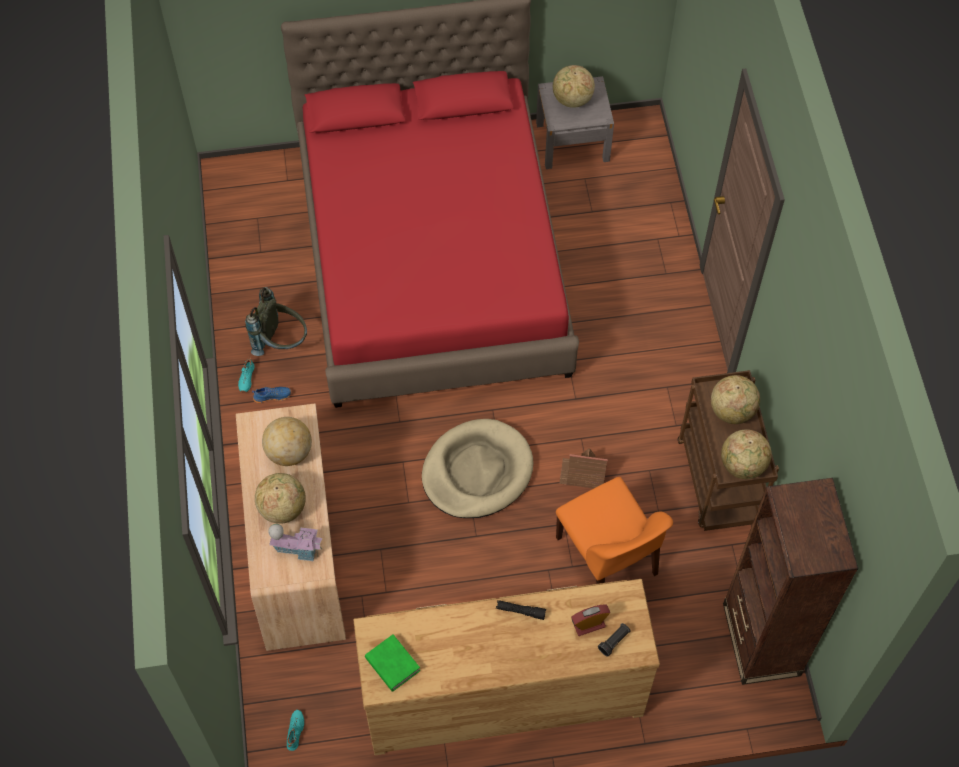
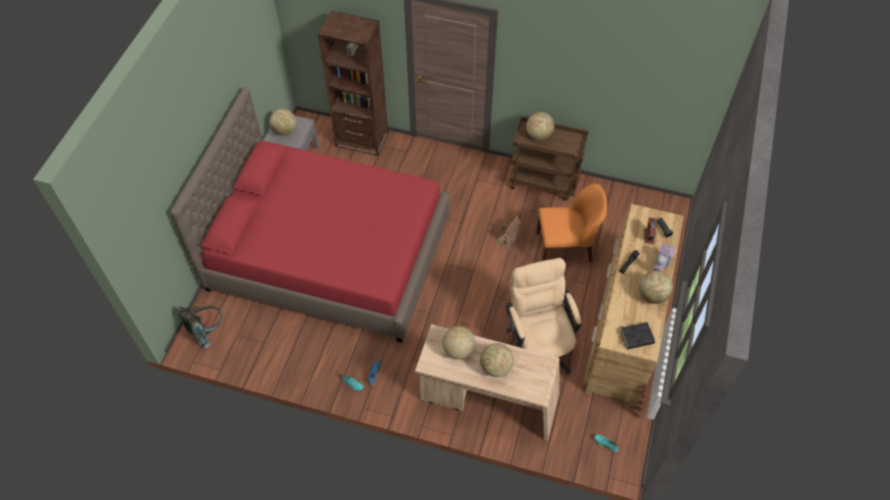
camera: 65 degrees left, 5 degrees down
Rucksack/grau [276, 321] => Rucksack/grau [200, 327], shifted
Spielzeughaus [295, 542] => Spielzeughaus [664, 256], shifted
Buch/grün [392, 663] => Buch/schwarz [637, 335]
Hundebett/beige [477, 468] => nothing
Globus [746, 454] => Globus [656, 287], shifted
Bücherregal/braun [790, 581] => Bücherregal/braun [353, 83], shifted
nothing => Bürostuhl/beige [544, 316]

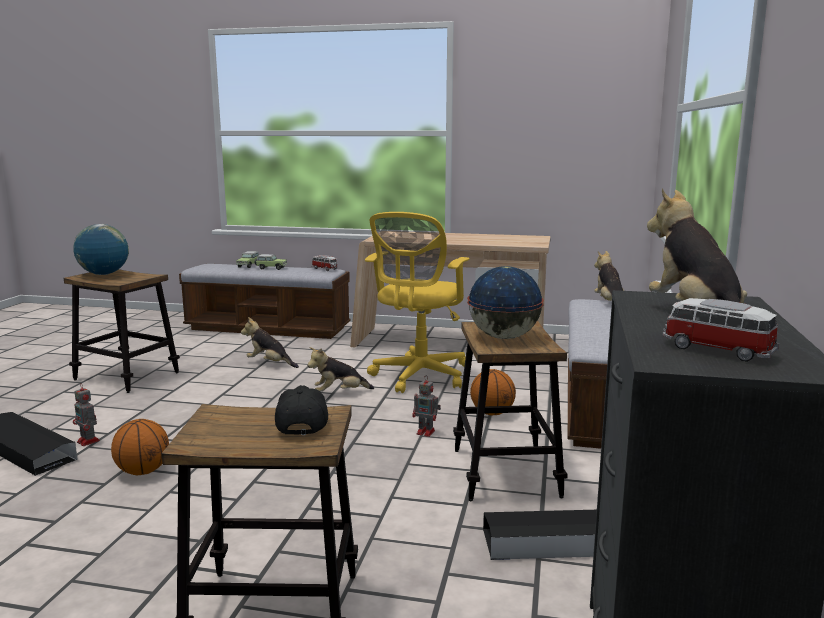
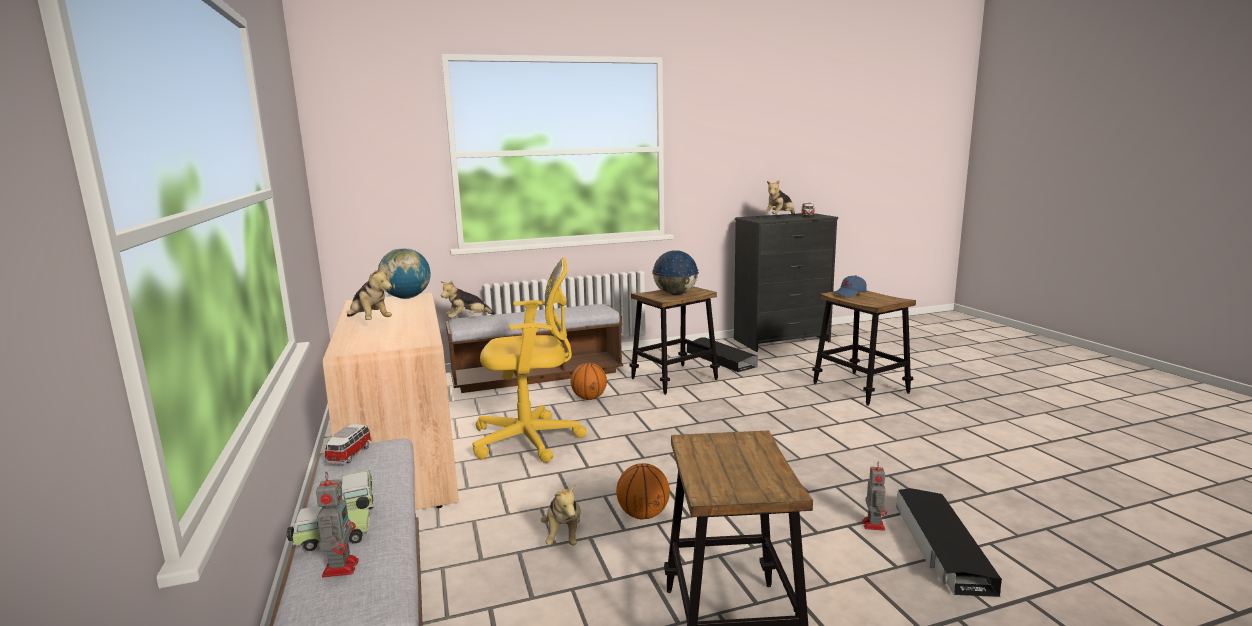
camera: 120 degrees left, 0 degrees up
Globus [101, 249] => Globus [404, 273], shifted
Basketball [140, 447] => Basketball [643, 491], shifted
Kappe/schwarz [301, 410] => Kappe/blau [850, 286]
Plüschtier [340, 369] => Plüschtier [369, 293], shifted
Spielzeugroboter [426, 406] => Spielzeugroboter [337, 525], shifted

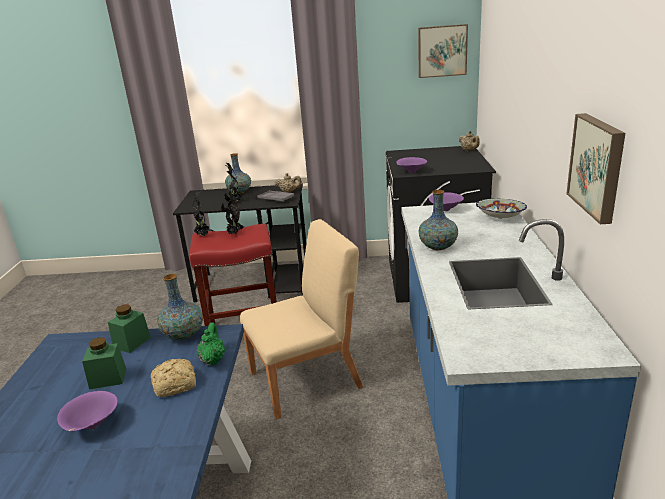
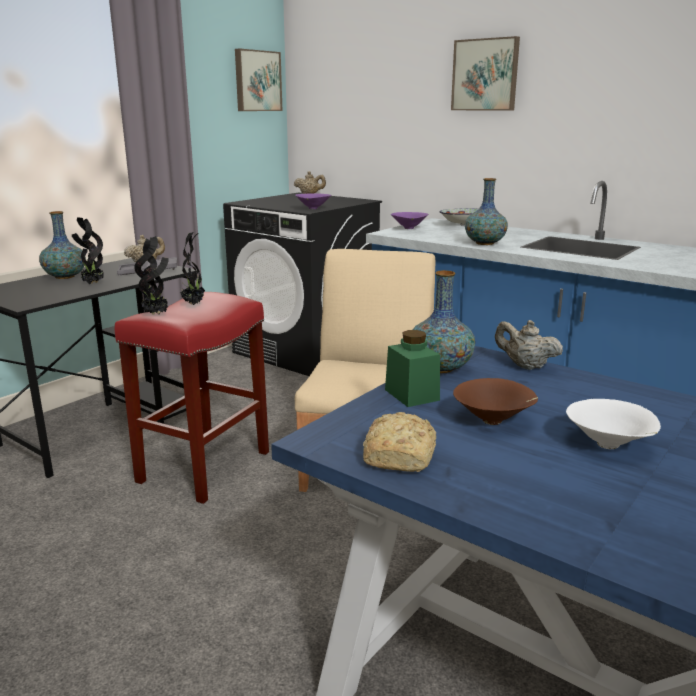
camera: 55 degrees left, 5 degrees down
Schüssel/lila [87, 411] => Schüssel/weiß [613, 424]
Vorratsglas/grün [104, 363] => Schüssel/braun [495, 401]
Brot [173, 378] => Brot [399, 442], shifted
Teekanne/grün [210, 344] => Teekanne/beige [529, 345]
Bild [595, 168] => Bild [485, 73], shifted

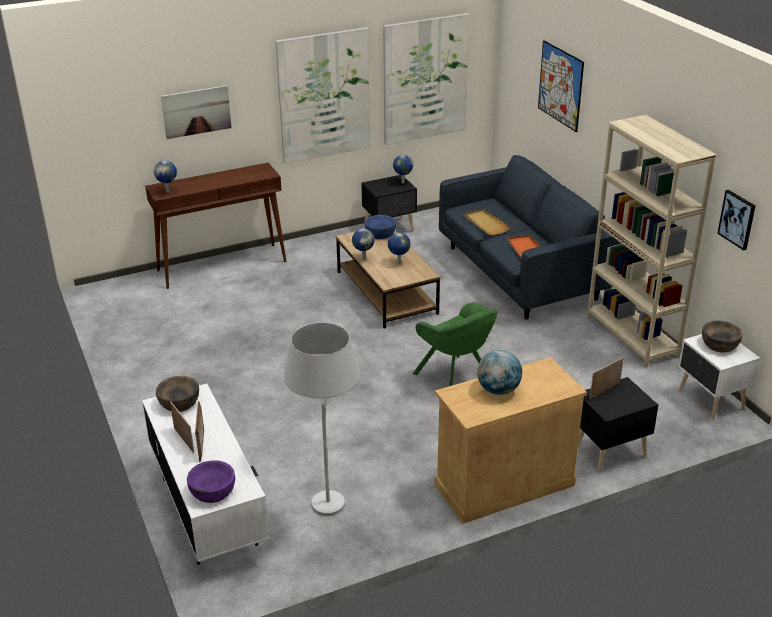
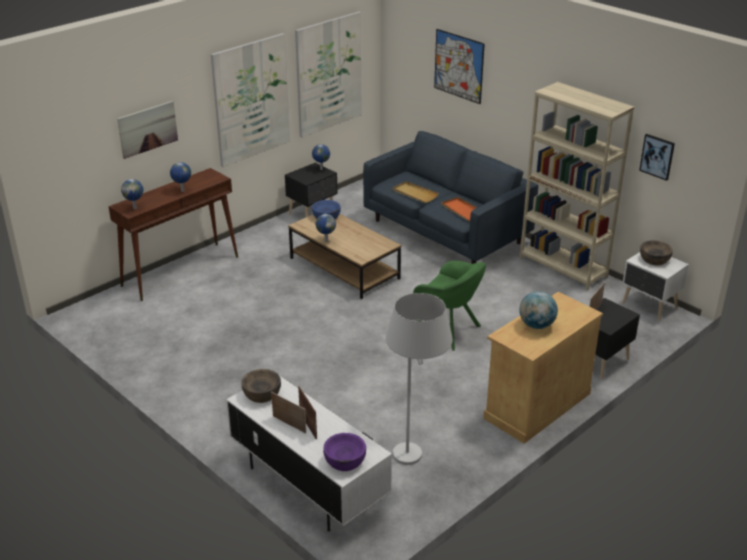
camera: 20 degrees left, 0 degrees up
Globus [399, 248] => Globus [180, 177], shifted

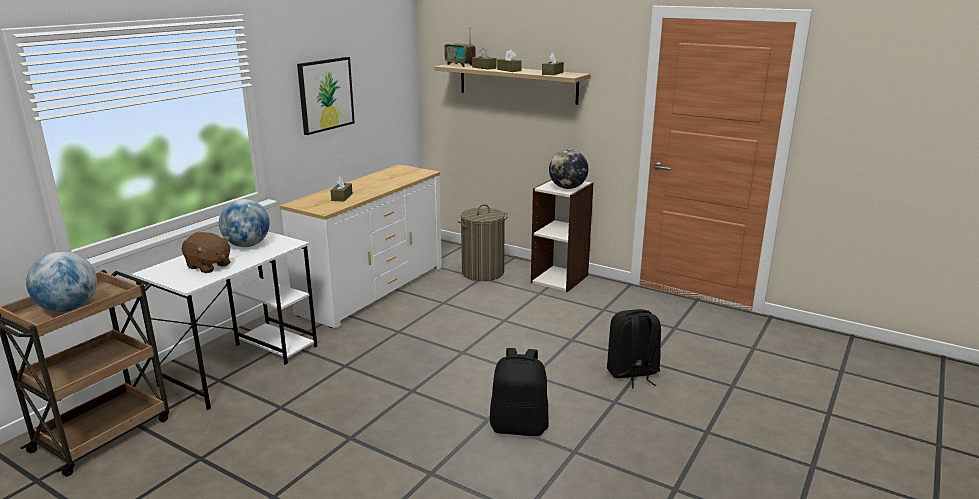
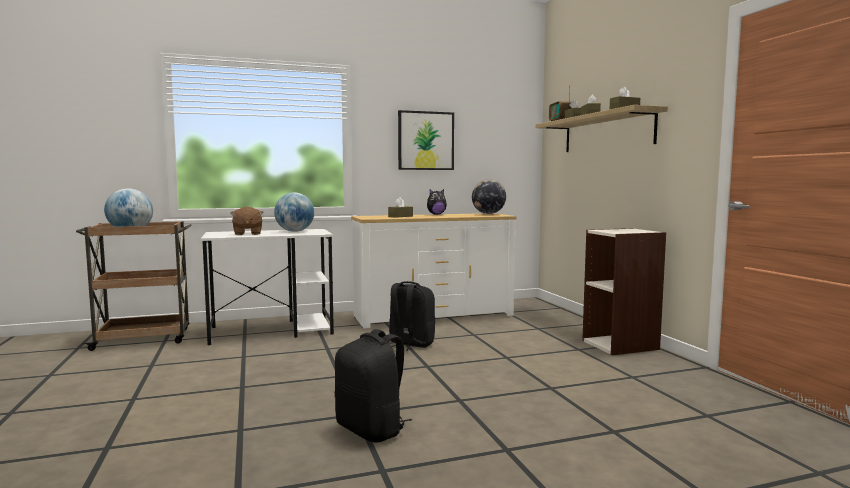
camera: 40 degrees right, 15 degrees down
Wäschekorb [483, 242] => nothing
Globus [568, 169] => Globus [489, 196], shifted
Rucksack/schwarz [634, 348] => Rucksack/schwarz [412, 316], shifted
nothing => Plüschtier [437, 202]

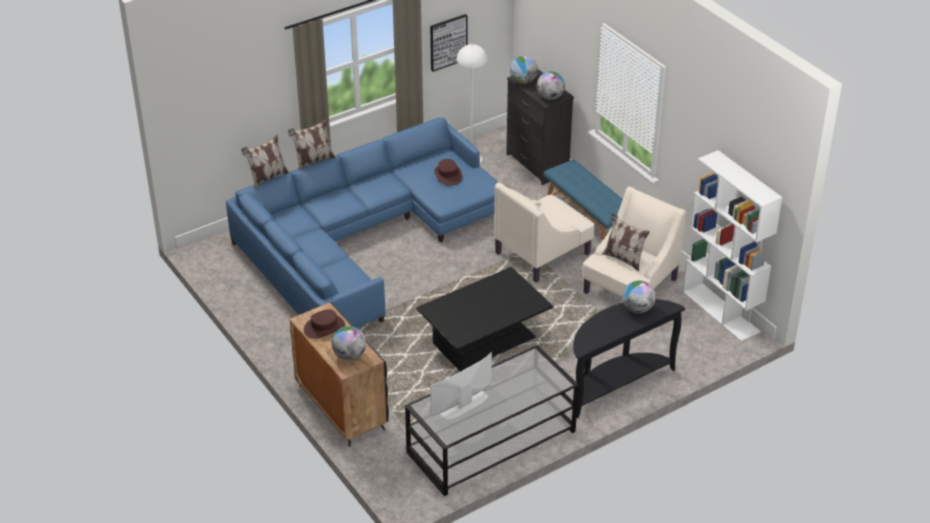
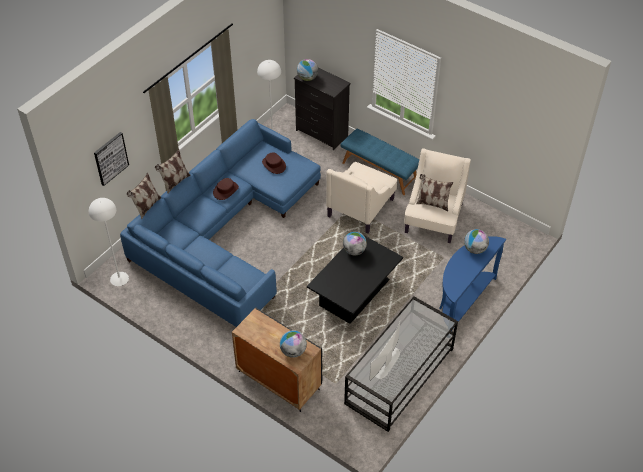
camera: 20 degrees left, 10 degrees up
Hut/braun [324, 324] => Hut/braun [226, 189], shifted
Bild [448, 43] => Bild [111, 159], shifted
Globus [551, 85] => Globus [355, 243], shifted
Konsolentisch/schwarz [629, 358] => Konsolentisch/blau [472, 283]
Bücherregal/weiß [732, 246] => nothing
nothing => Stehlampe/weiß [109, 242]

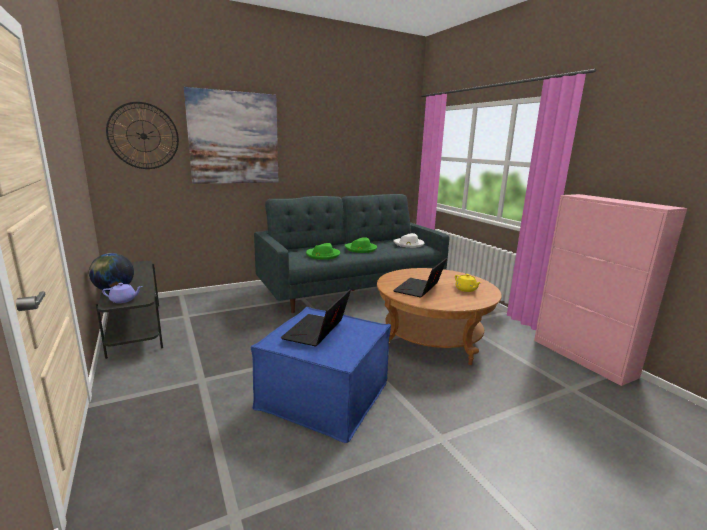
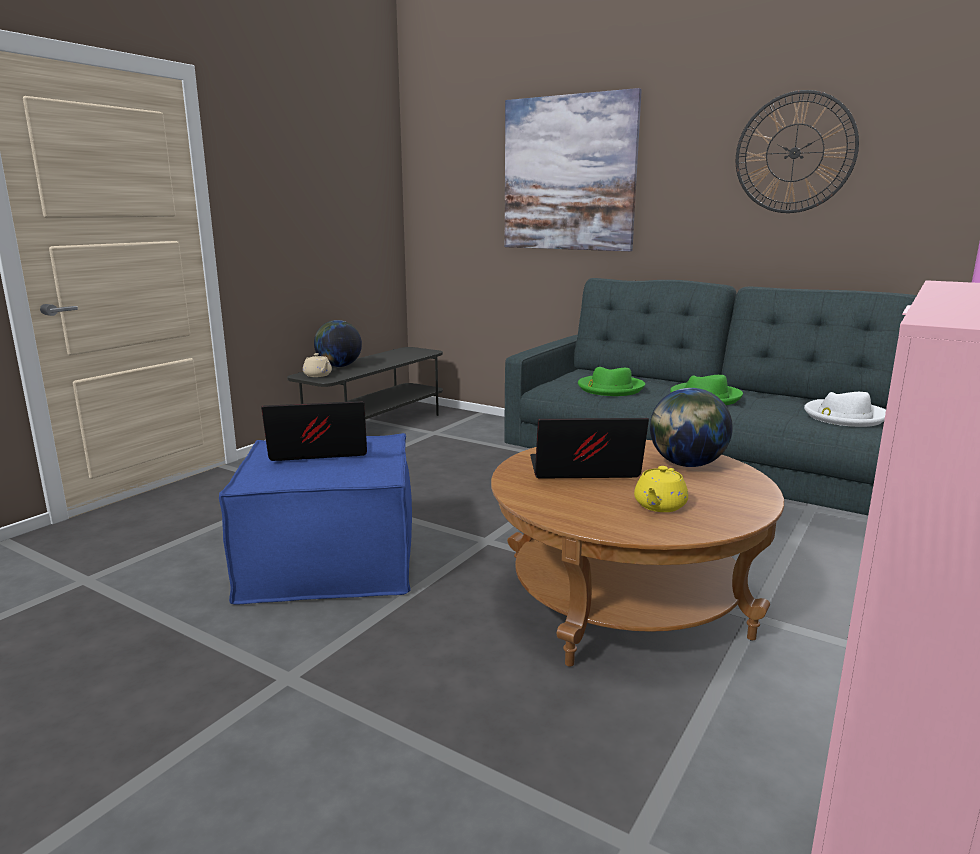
camera: 60 degrees right, 0 degrees up
Teekanne/lila [122, 293] => Teekanne/beige [317, 365]
Wanduhr [142, 135] => Wanduhr [797, 151], shifted
nothing => Globus [691, 427]

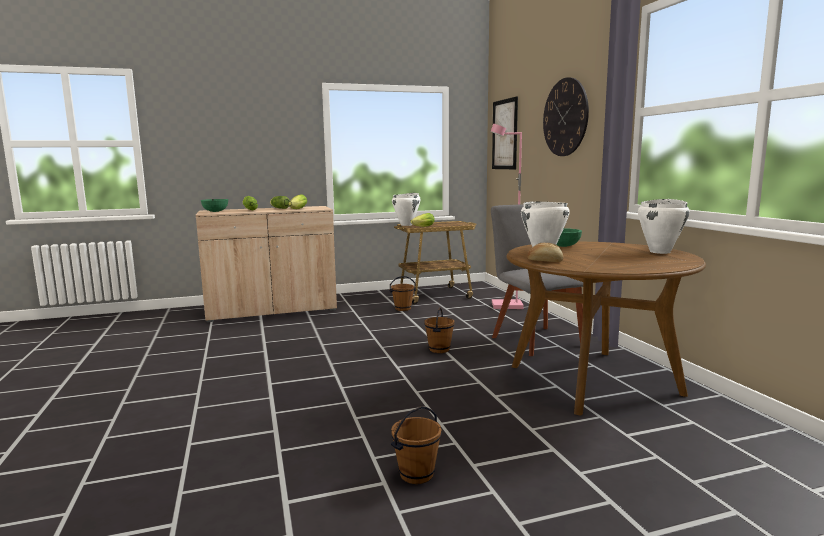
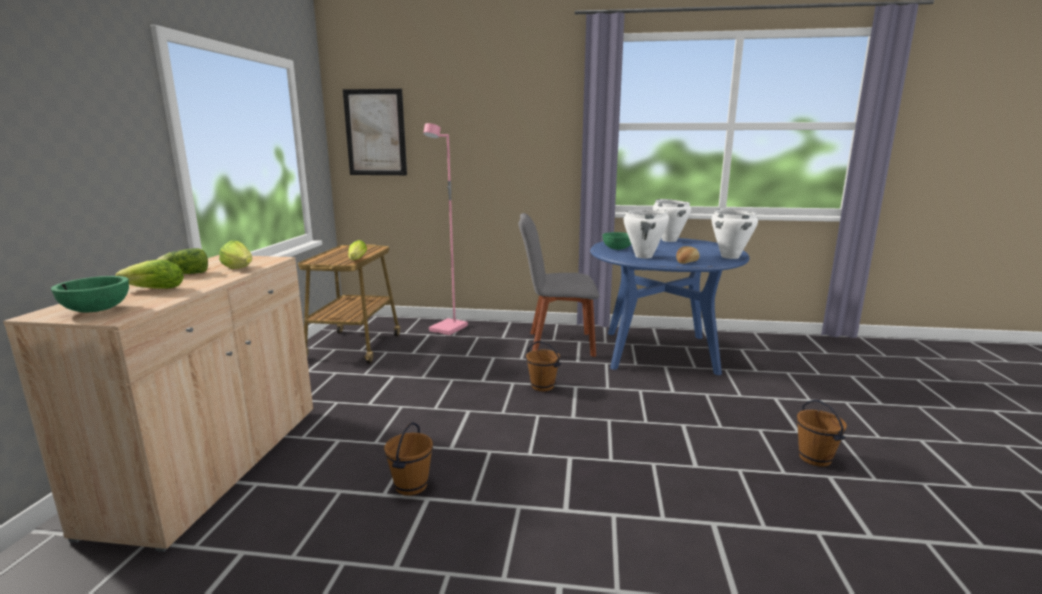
camera: 65 degrees left, 5 degrees up
Eimer/braun [402, 293] => Eimer/braun [408, 459], shifted
Kochtopf/weiß [406, 209] => Kochtopf/weiß [735, 233], shifted
Esstisch/braun [606, 329] => Esstisch/blau [670, 306]
Wanduhr [566, 116] => nothing

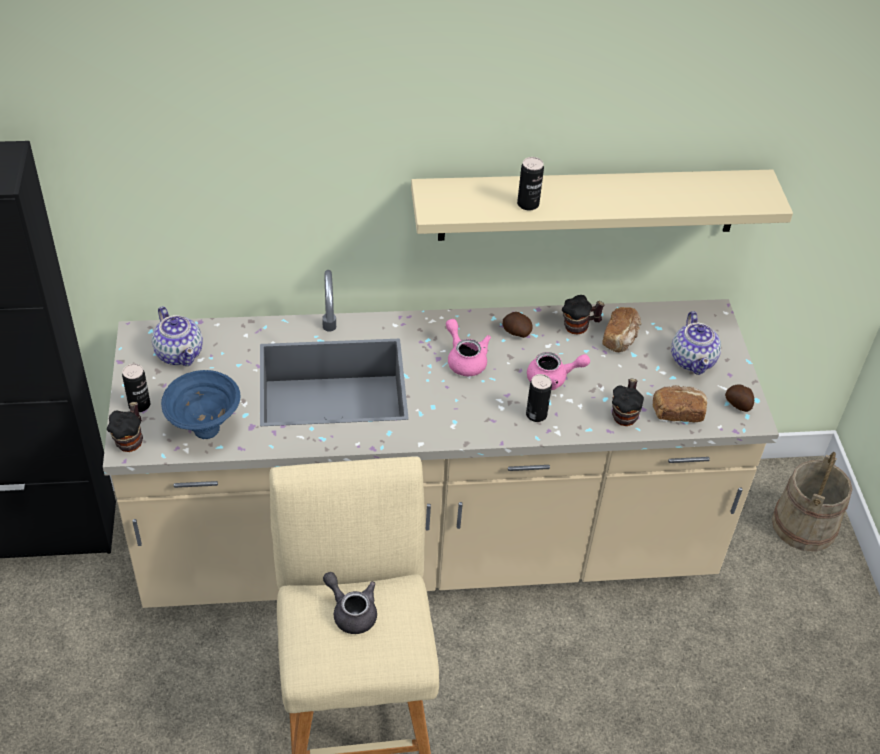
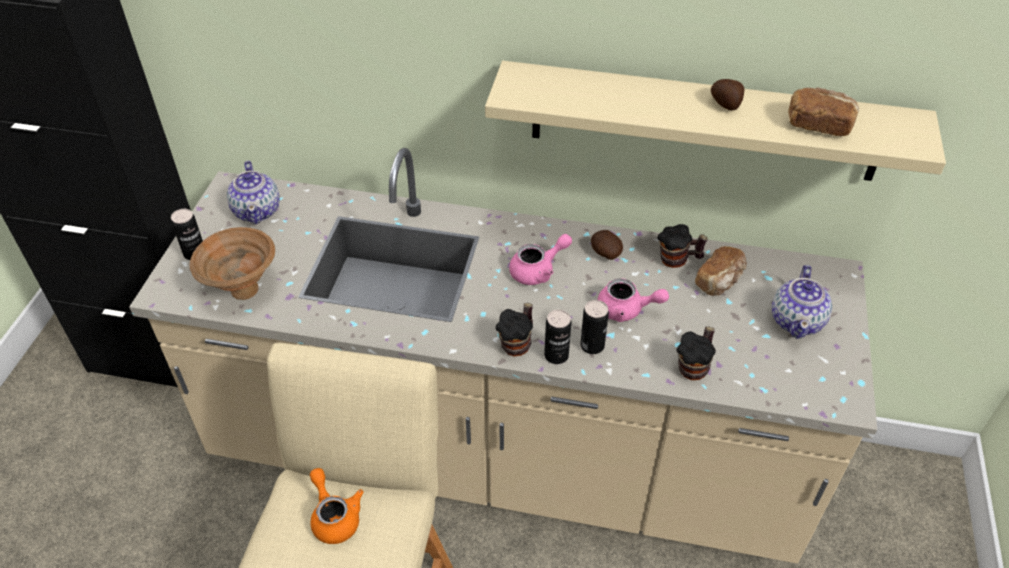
camera: 20 degrees right, 0 degrees up
Henkelbecher [125, 427] => Henkelbecher [514, 329], shifted
Schüssel/blau [200, 404] => Schüssel/braun [232, 263]
Teekanne/grau [350, 603] => Teekanne/orange [336, 506]
Teekanne/rosa [468, 347] => Teekanne/rosa [540, 259], 75 degrees clockwise
Dose [530, 184] => Dose [557, 337], shifted
Brot [680, 403] => Brot [823, 112], shifted
Kartoffel [739, 398] => Kartoffel [727, 95], shifted
Eimer/beige [812, 502] => nothing

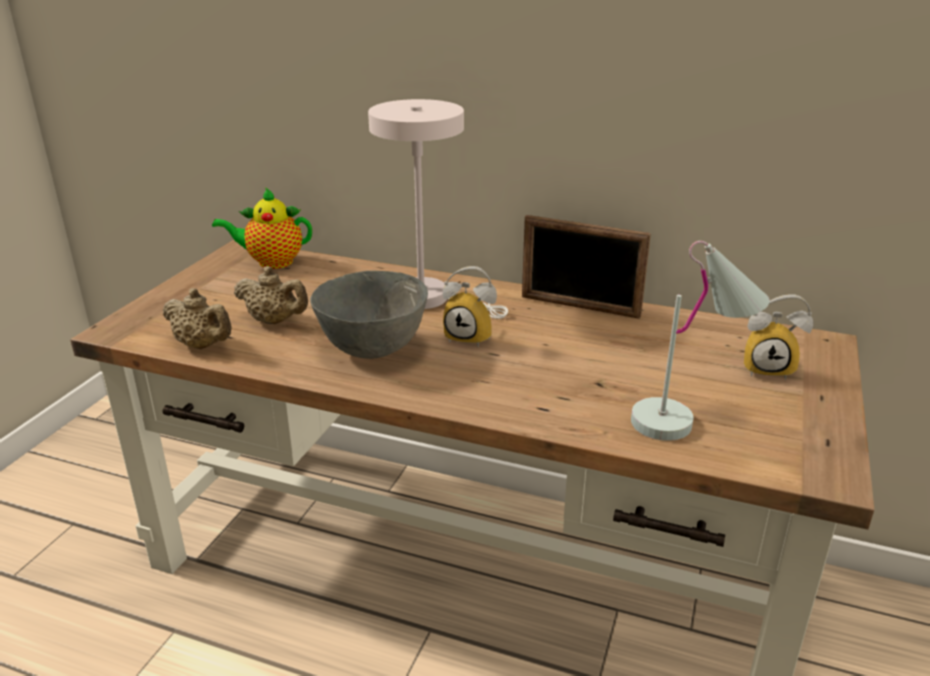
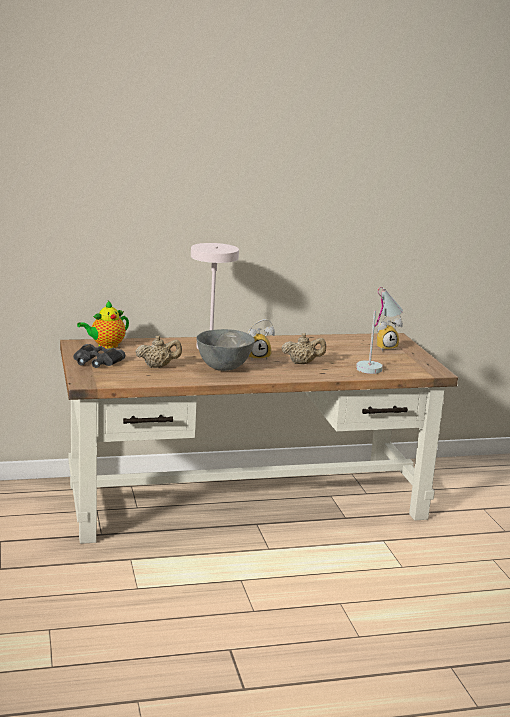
camera: 35 degrees left, 10 degrees down
Teekanne/beige [197, 318] => Teekanne/beige [304, 348], shifted
Bilderrahmen [586, 267] => nothing
nothing => Fernglas/schwarz [99, 356]

